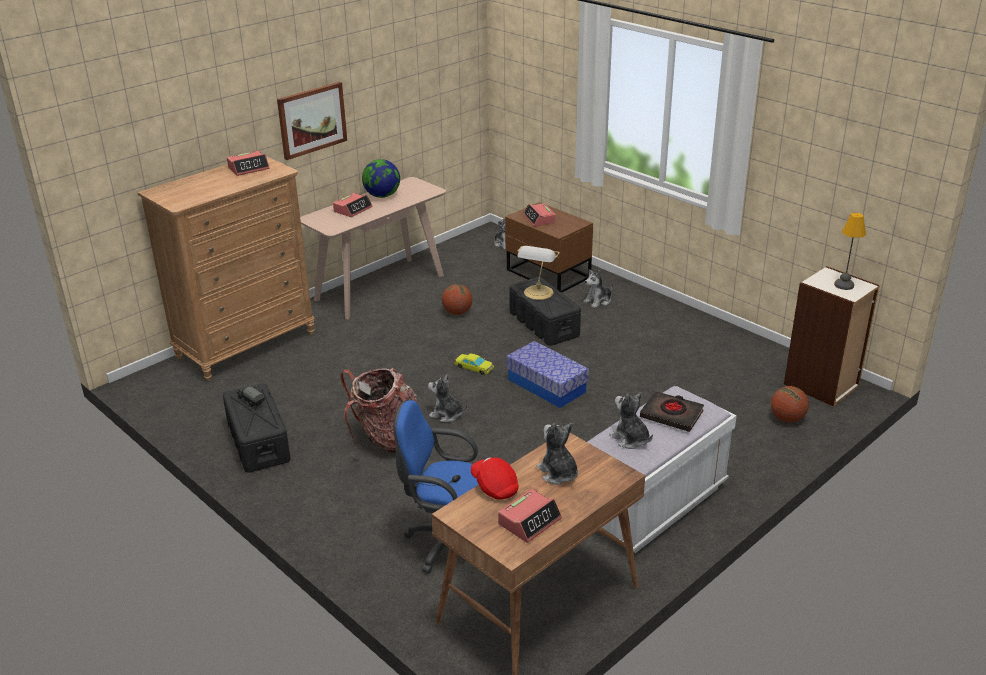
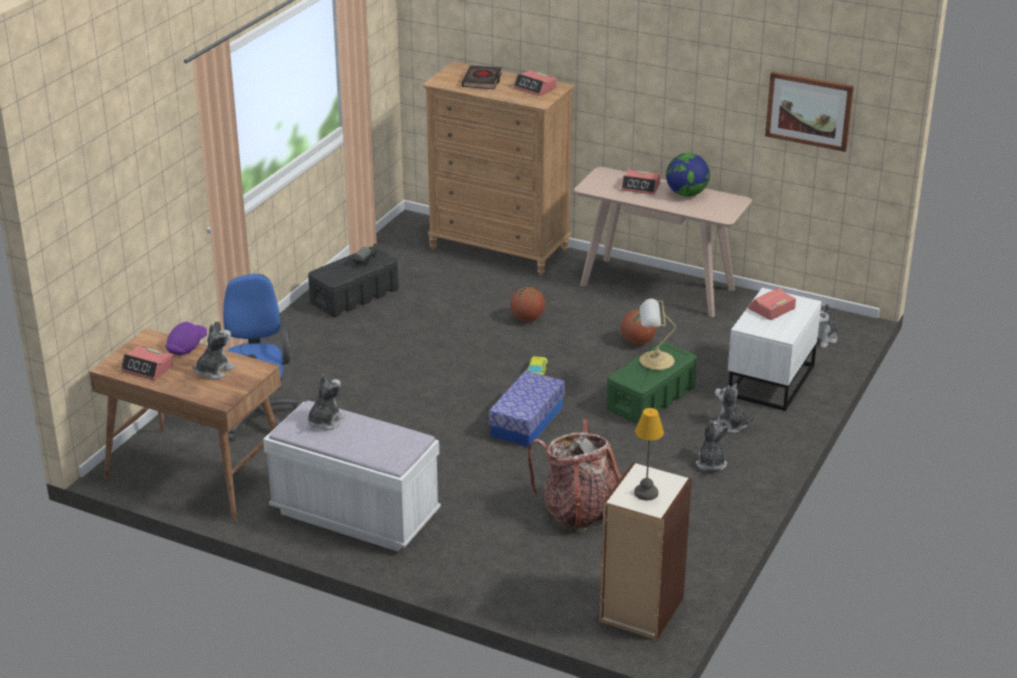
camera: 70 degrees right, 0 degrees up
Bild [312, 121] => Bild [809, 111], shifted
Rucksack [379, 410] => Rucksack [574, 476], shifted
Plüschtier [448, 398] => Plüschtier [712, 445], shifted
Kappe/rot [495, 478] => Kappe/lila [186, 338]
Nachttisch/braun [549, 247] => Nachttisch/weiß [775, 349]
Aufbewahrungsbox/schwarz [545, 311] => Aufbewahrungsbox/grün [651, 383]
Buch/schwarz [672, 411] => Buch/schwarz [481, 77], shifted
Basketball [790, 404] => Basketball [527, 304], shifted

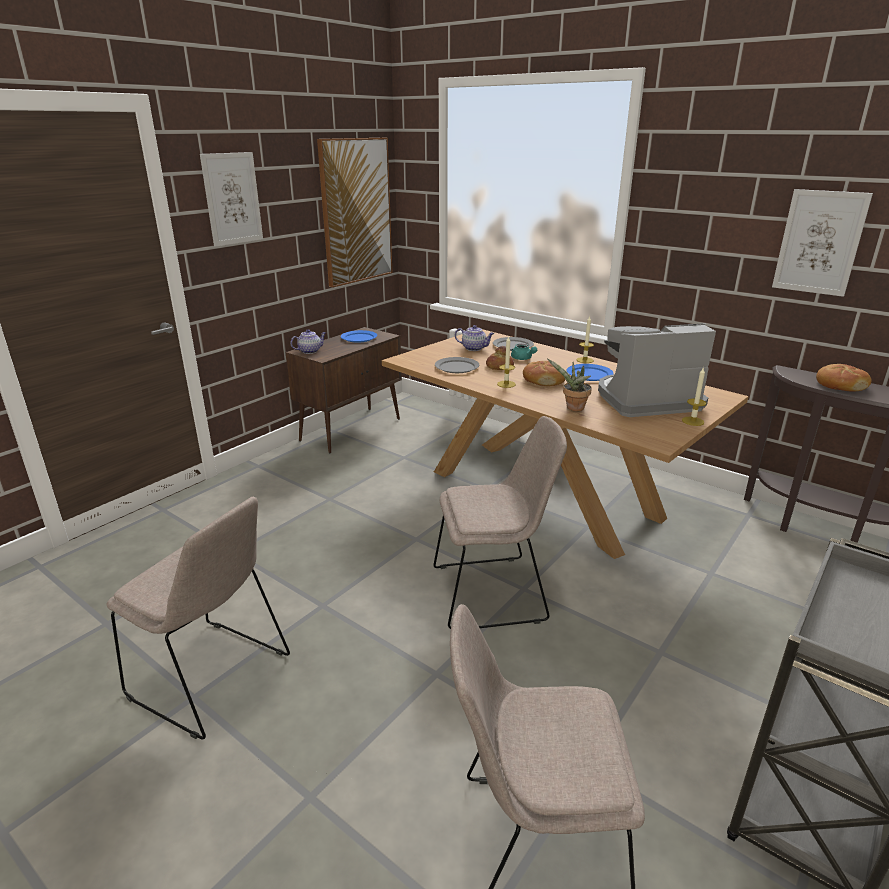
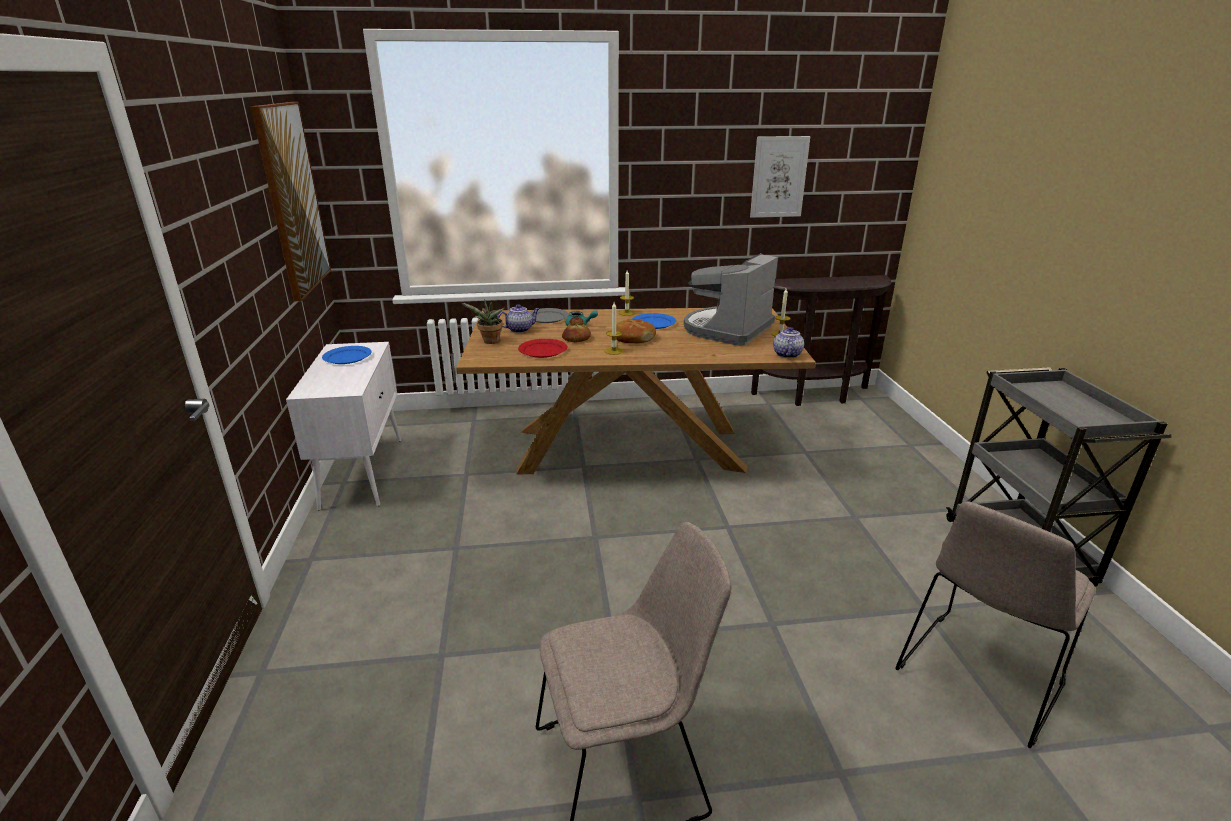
camera: 45 degrees left, 0 degrees up
Bild [231, 199] => nothing
Schrank/braun [344, 390] => Schrank/weiß [343, 426]
Teekanne [308, 341] => Teekanne [788, 342], shifted
Stuhl/beige [500, 522] => nothing
Teller/grau [457, 365] => Teller/rot [542, 348]
Topfpflanze [569, 385] => Topfpflanze [483, 322], shifted
Brot [844, 377] => nothing

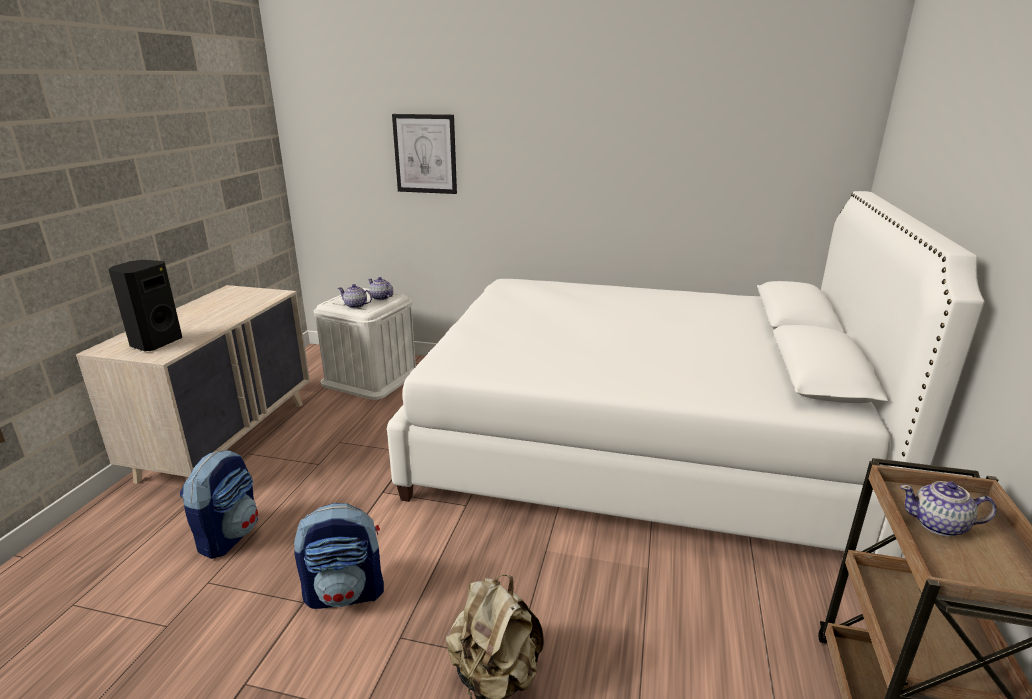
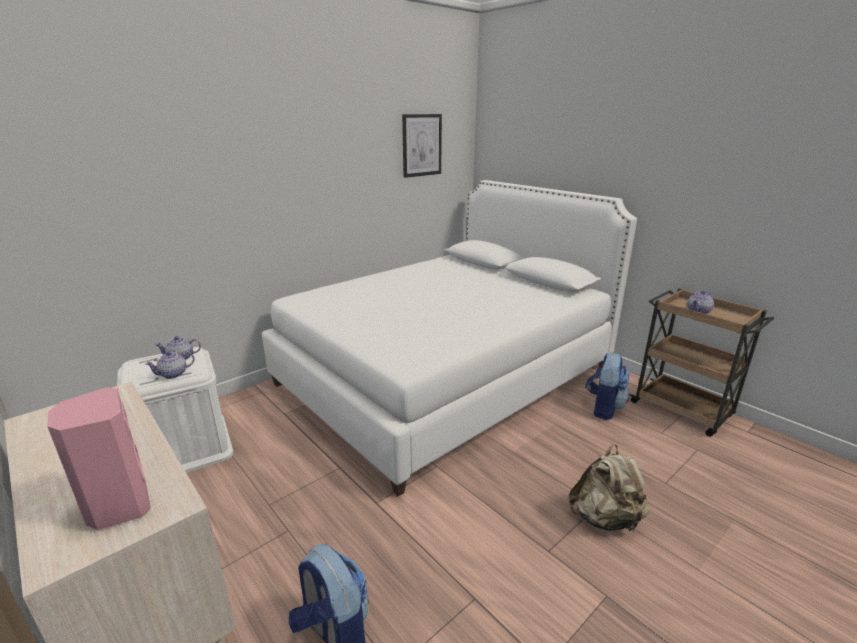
camera: 55 degrees left, 0 degrees up
Lautsprecher/schwarz [145, 305] => Lautsprecher/rosa [99, 458]
Rucksack [339, 556] => Rucksack [607, 386], shifted
Bild [424, 154] => Bild [422, 146], shifted

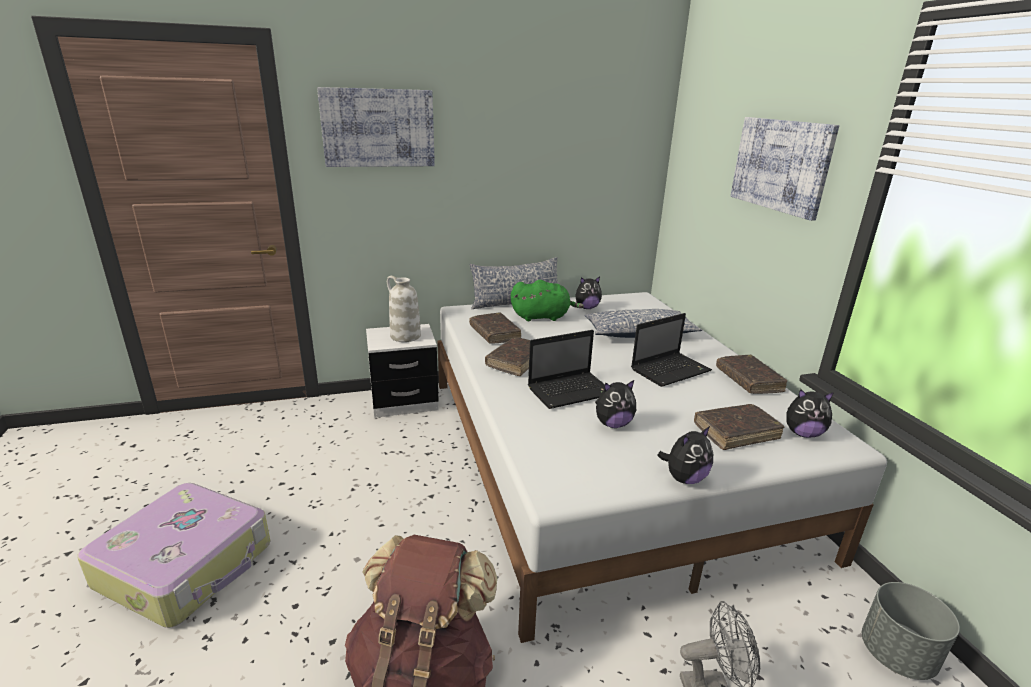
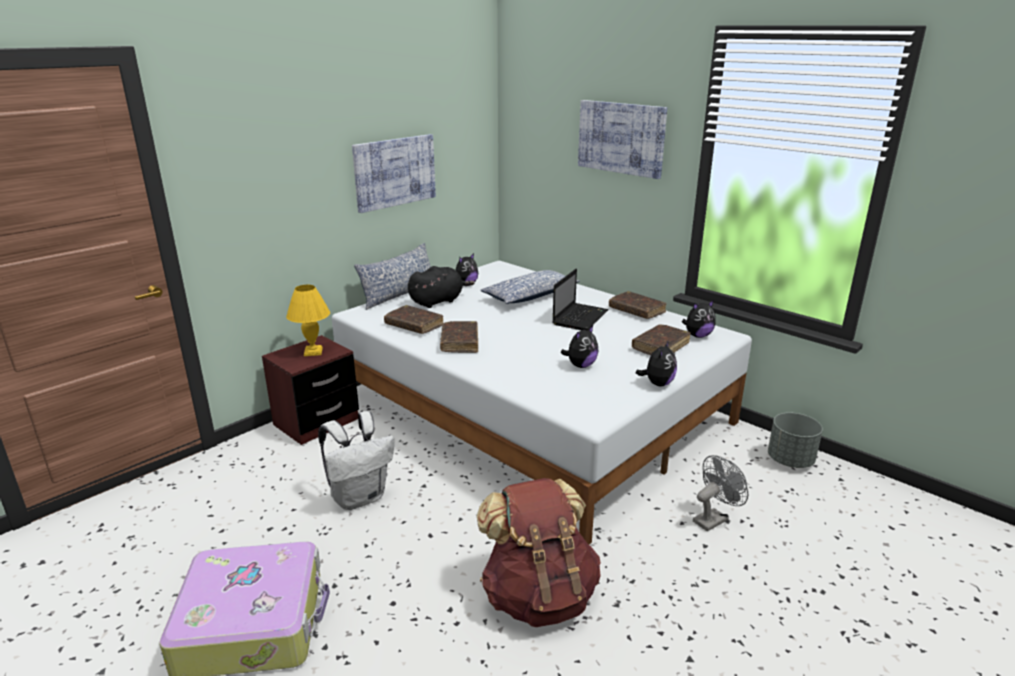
camera: 30 degrees left, 0 degrees up
Bild [376, 127] => Bild [394, 173], shifted
Nachttisch/weiß [402, 371] => Nachttisch/braun [310, 390]
Vase/weiß [404, 309] => Tischlampe/gelb [308, 320]
Plüschtier/grün [547, 300] => Plüschtier/schwarz [441, 287]
Laptop [566, 369] => nothing
nothing => Rucksack/weiß [356, 460]

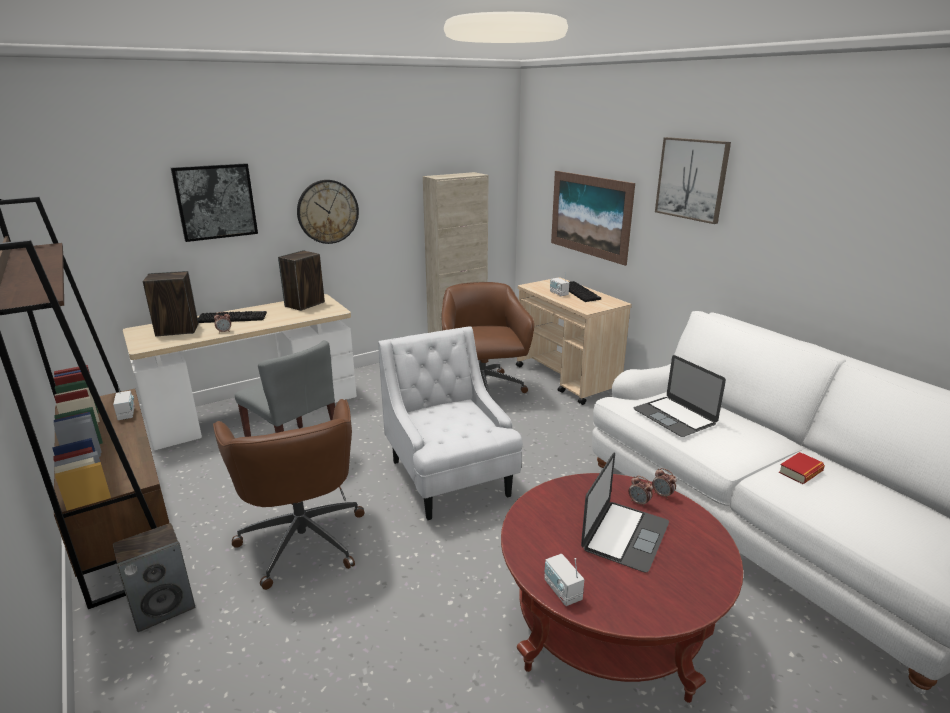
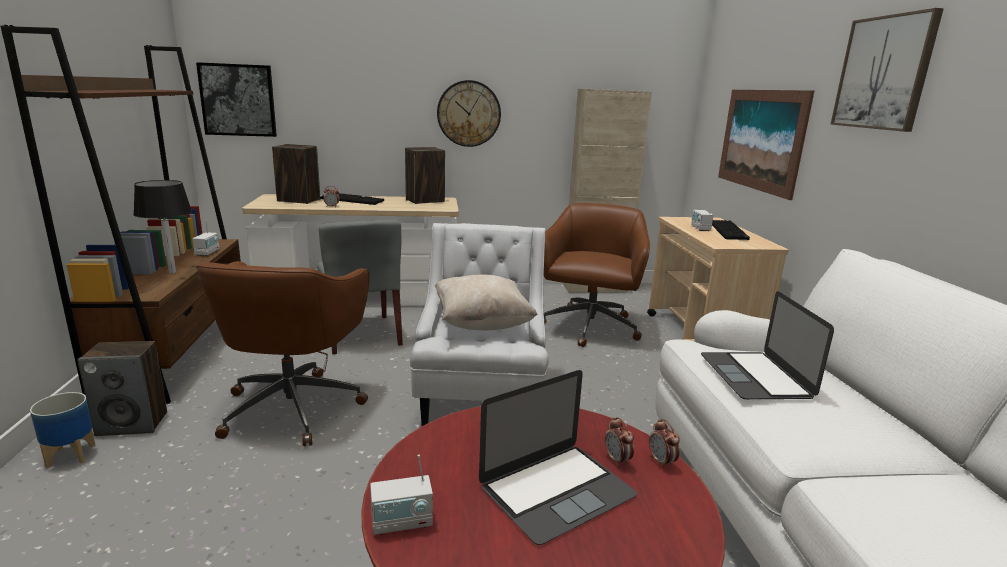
camera: 25 degrees right, 5 degrees down
Bild [214, 202] => Bild [236, 99], shifted
Radio [564, 580] => Radio [401, 495], 105 degrees counterclockwise
Buch [802, 468] => nothing
nothing => Pflanzkübel [62, 430]
nothing => Tischlampe/schwarz [162, 226]
nothing => Kissen/beige [486, 302]

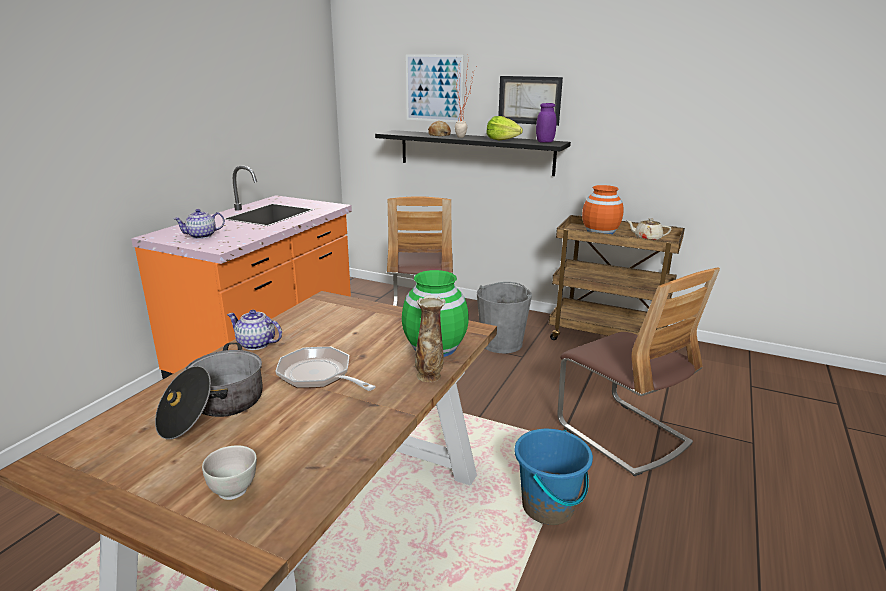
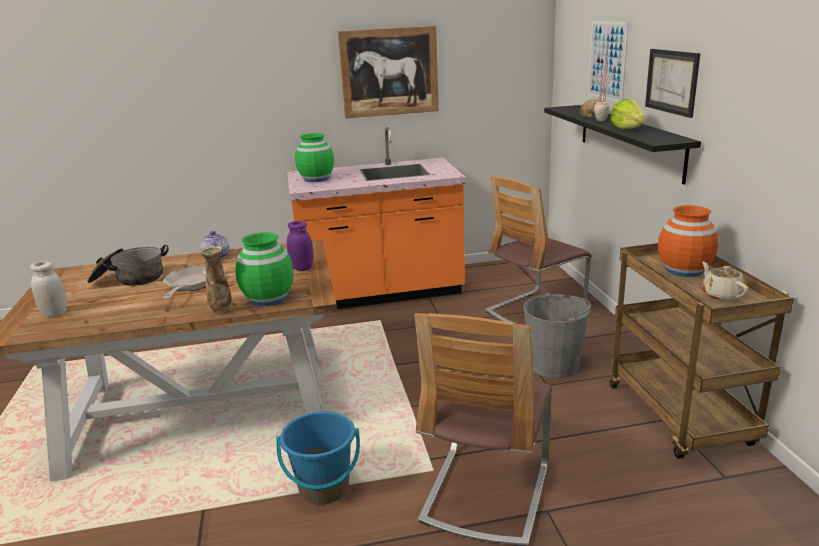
camera: 55 degrees right, 0 degrees up
Teekanne [199, 224] => Vase/grün [314, 157]
Schüssel/weiß [229, 472] => Vorratsglas/weiß [48, 289]
Vorratsglas/lila [546, 123] => Vorratsglas/lila [300, 246], shifted
nothing => Bild [388, 72]

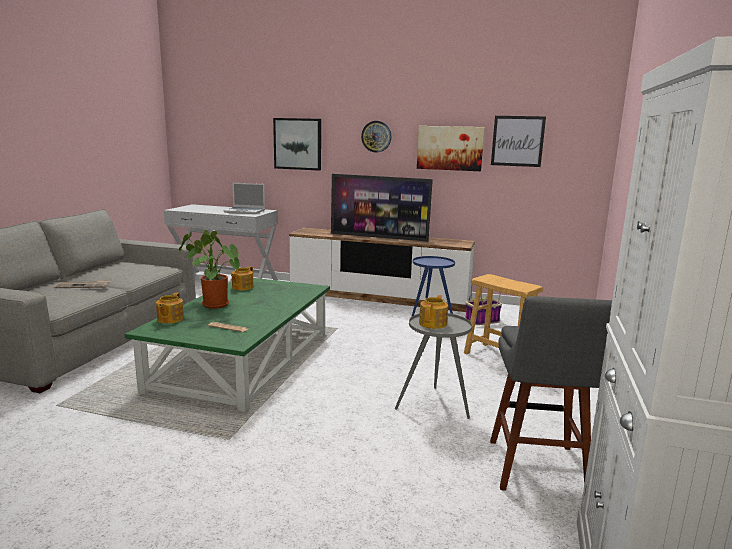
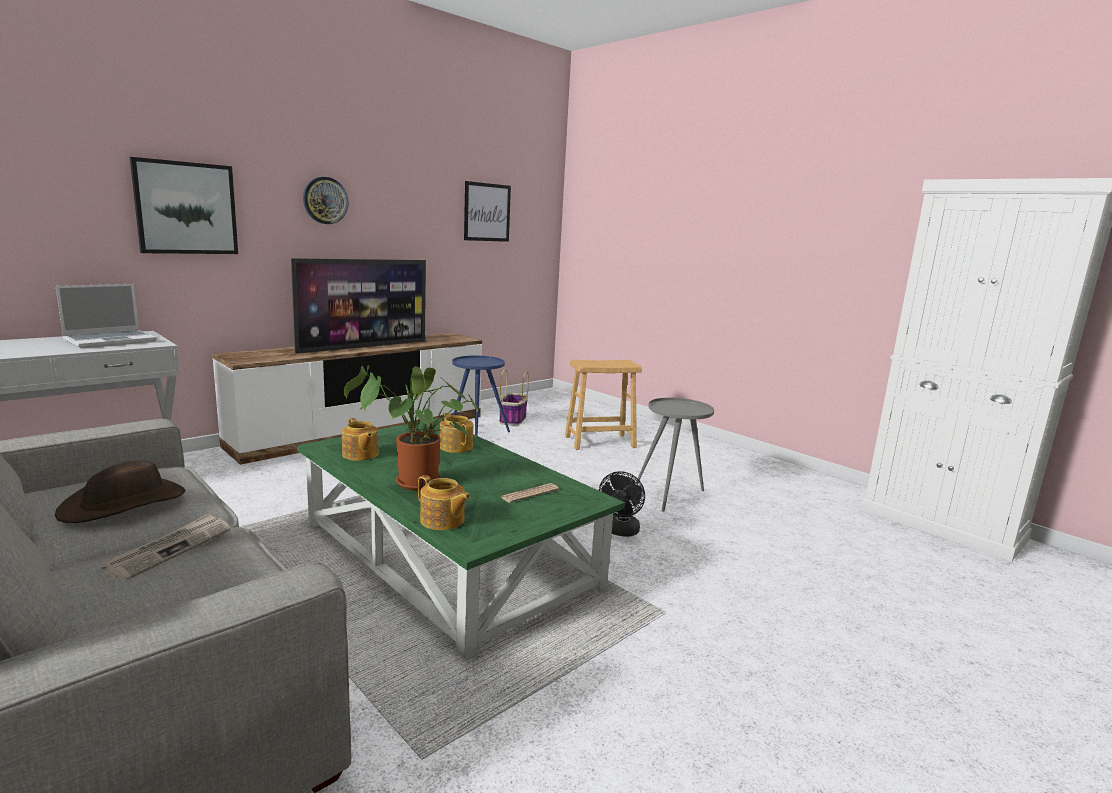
camera: 60 degrees left, 0 degrees up
Bild [451, 148] => nothing
Teekanne [433, 312] => Teekanne [456, 433], shifted
Hocker/grau [551, 393] => nothing
nothing => Hut/braun [120, 492]
nothing => Ventilator/schwarz [622, 504]

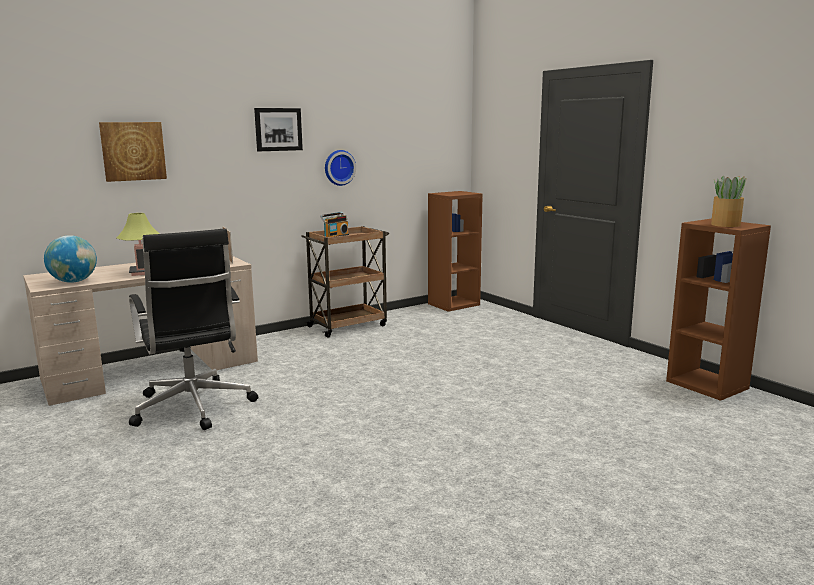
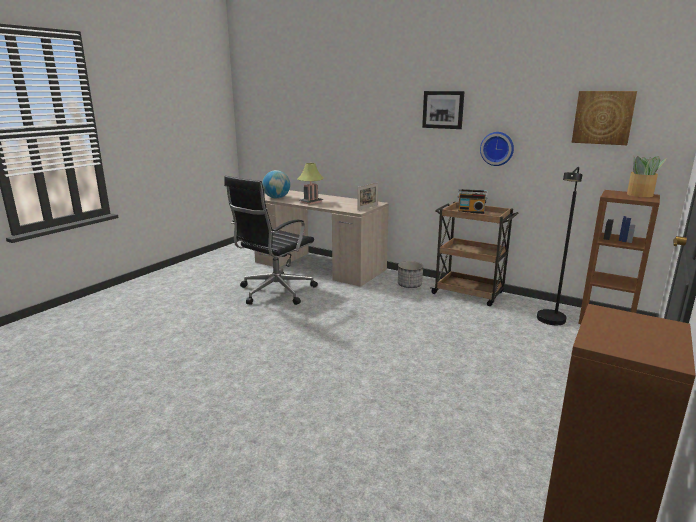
camera: 65 degrees right, 5 degrees up
Bild [133, 152] => Bild [604, 118], shifted
Topfpflanze [729, 201] => Topfpflanze [646, 176], shifted
nothing => Pflanzkübel [410, 274]
nothing => Stehlampe/schwarz [559, 246]

